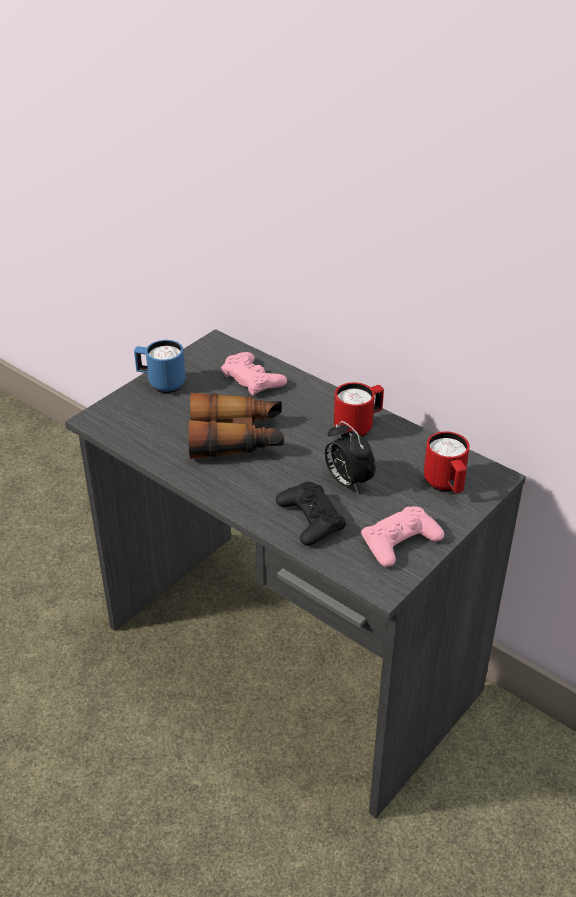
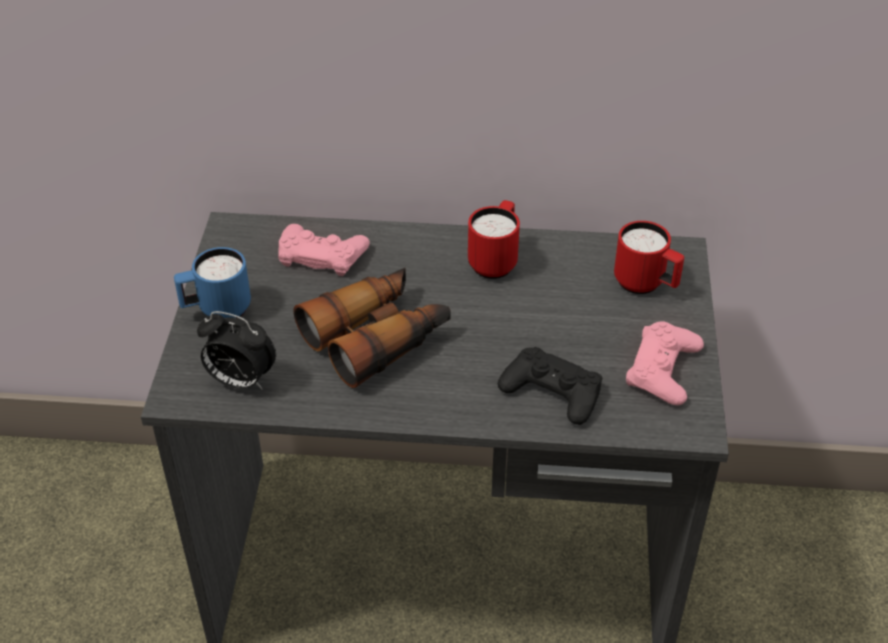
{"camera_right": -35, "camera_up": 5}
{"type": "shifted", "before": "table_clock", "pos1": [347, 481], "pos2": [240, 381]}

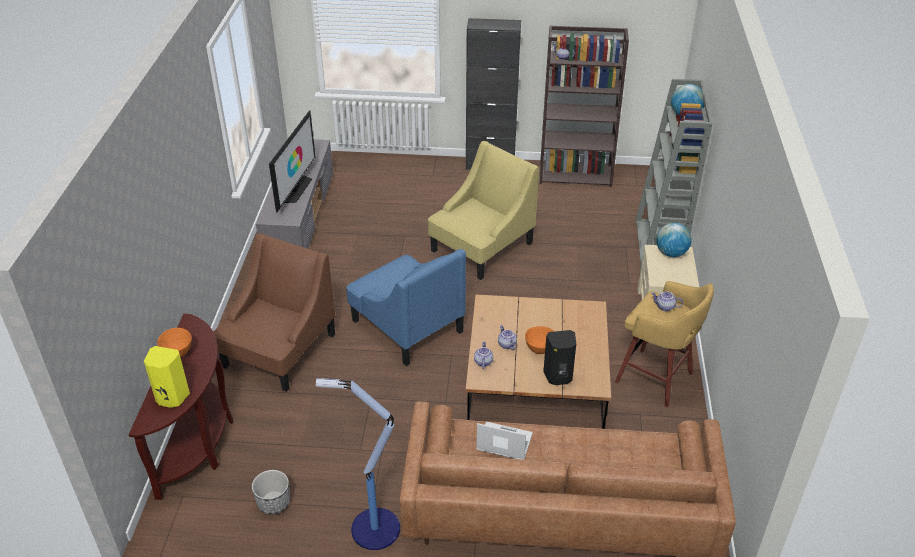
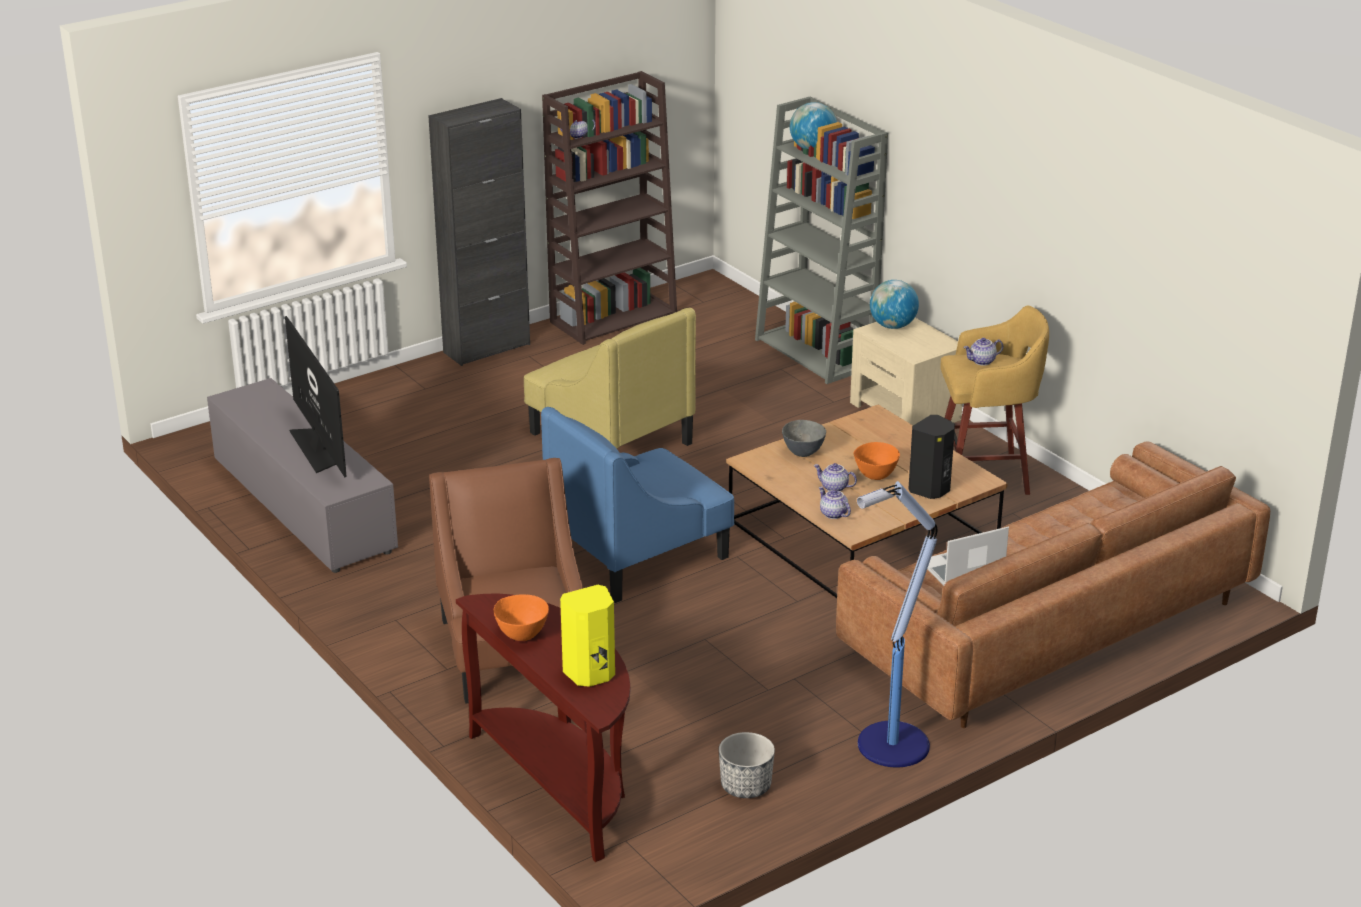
{"camera_right": -40, "camera_up": -10}
{"type": "rotated", "before": "yellow-coloured_easy_chair", "pos1": [481, 247], "pos2": [610, 438], "turn": 135}
{"type": "rotated", "before": "bluish_easy_chair", "pos1": [406, 325], "pos2": [639, 553], "turn": 135}
{"type": "new", "after": "grey_bowl", "pos2": [802, 453]}

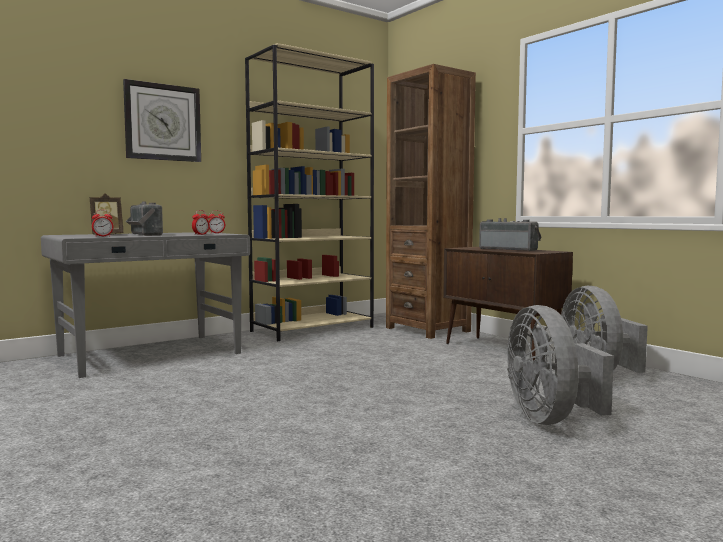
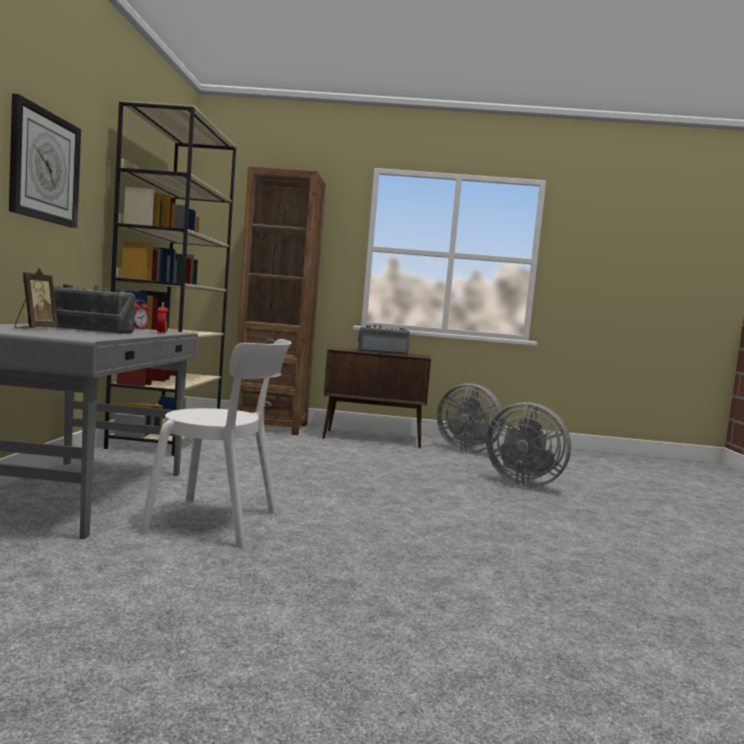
{"camera_right": -50, "camera_up": 0}
{"type": "gone", "before": "table_clock", "pos1": [103, 236]}
{"type": "new", "after": "white_plain_chair", "pos2": [220, 523]}

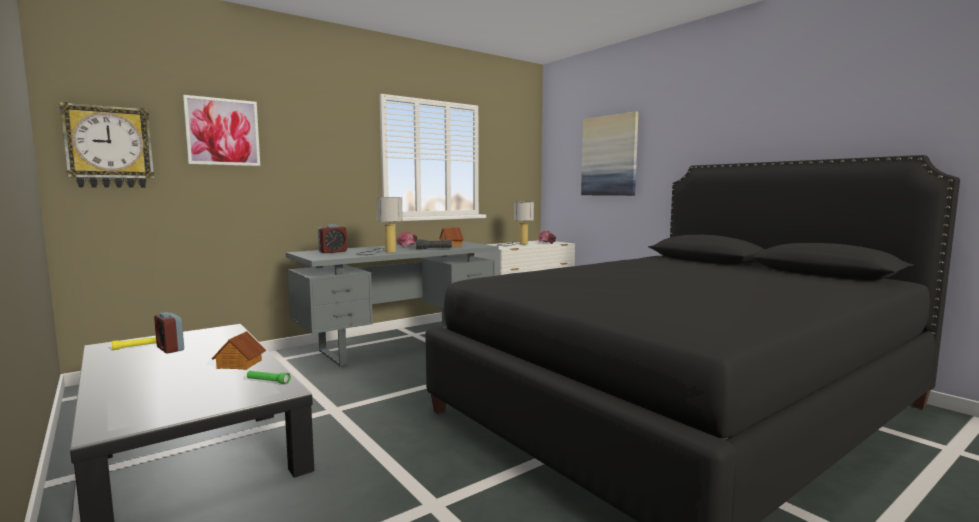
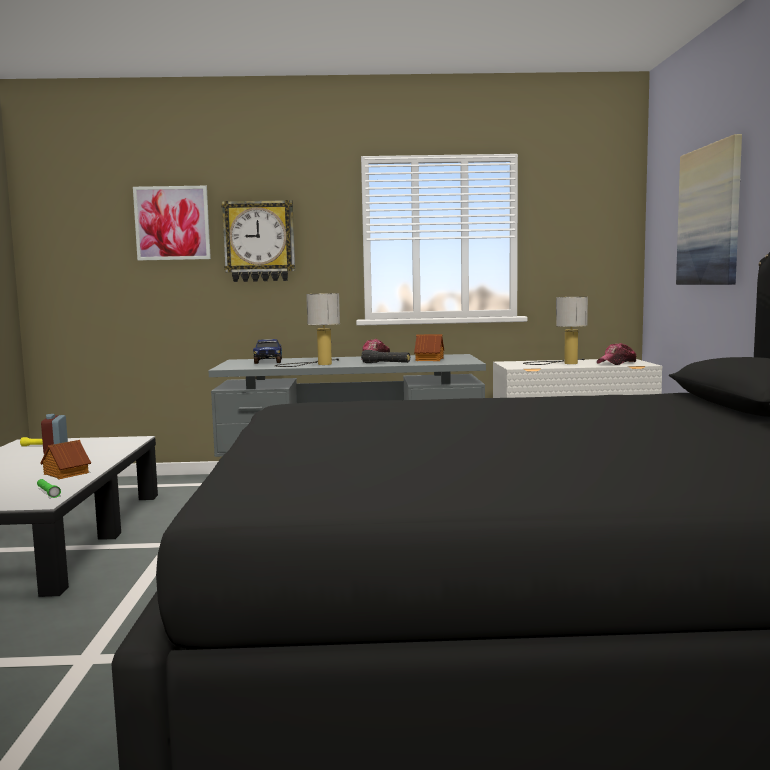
{"camera_right": 35, "camera_up": 0}
{"type": "shifted", "before": "clock_on_the_wall", "pos1": [109, 147], "pos2": [259, 241]}
{"type": "swapped", "before": "table_clock", "after": "toy_lorry", "pos1": [333, 252], "pos2": [268, 361]}

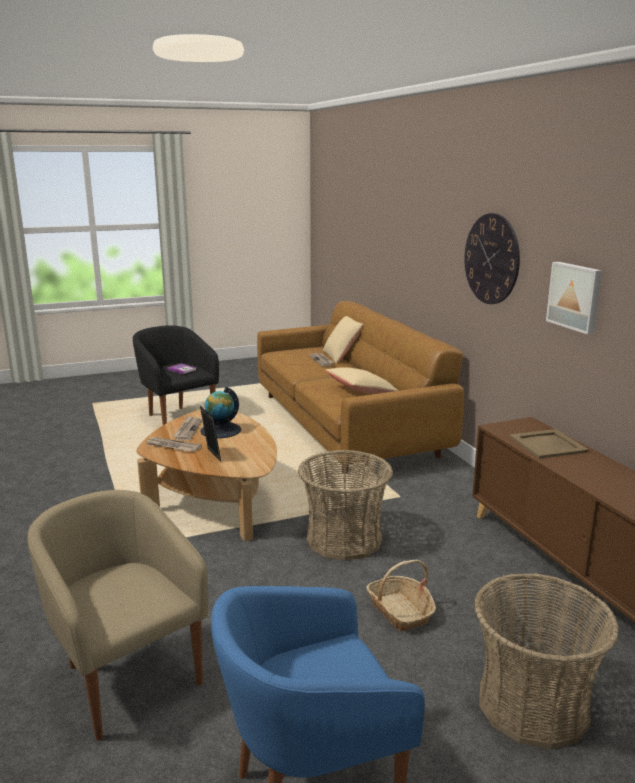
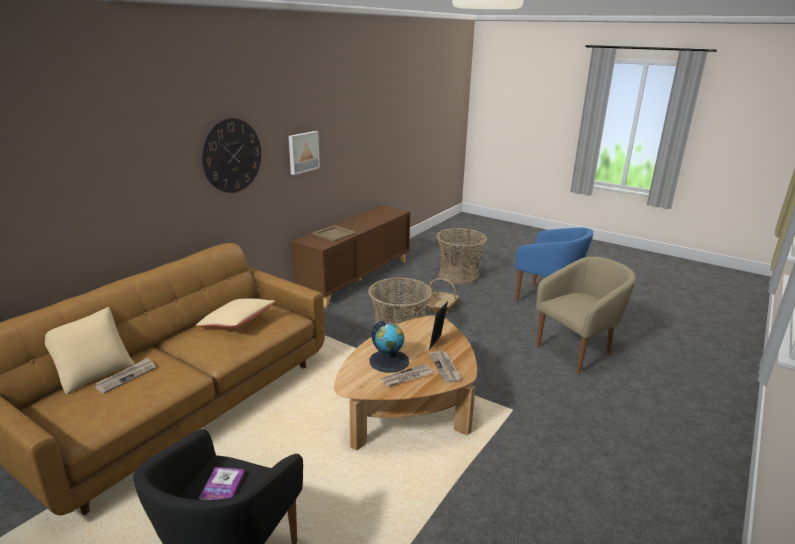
{"camera_right": -125, "camera_up": 5}
{"type": "rotated", "before": "sand-coloured_easy_chair", "pos1": [125, 678], "pos2": [577, 351], "turn": -135}

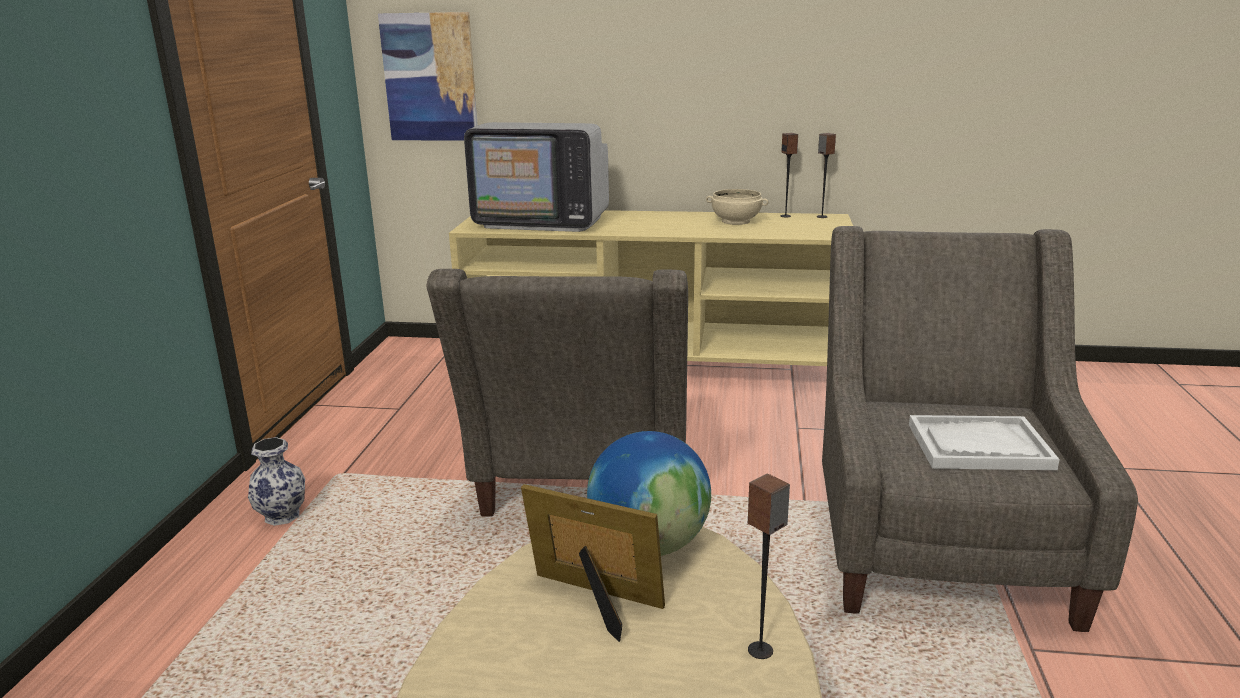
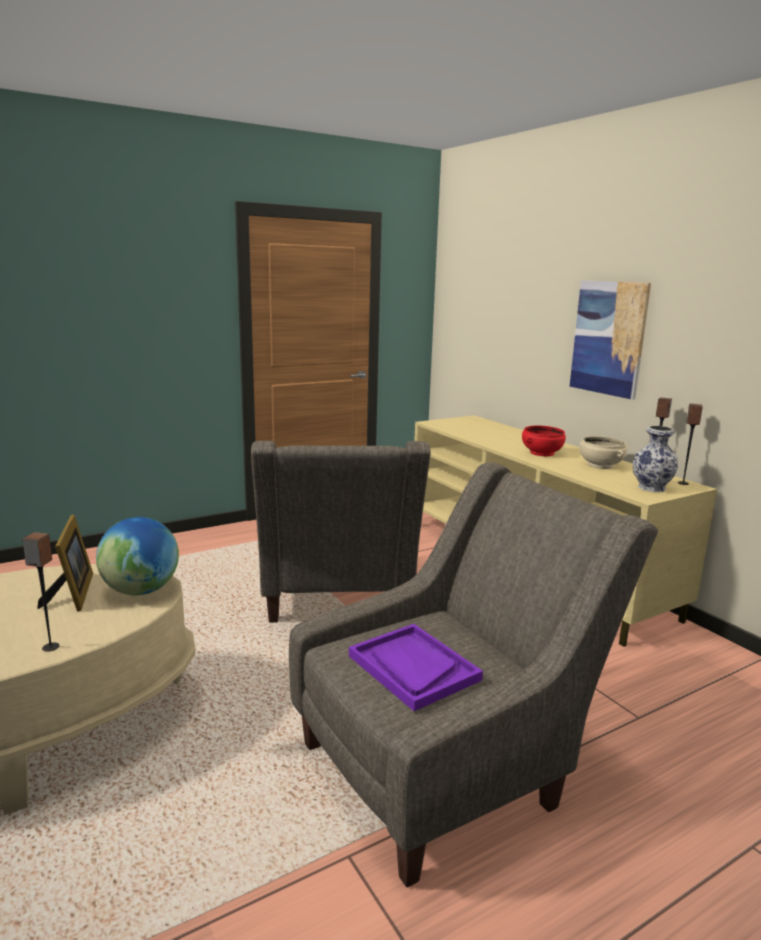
{"camera_right": 50, "camera_up": -5}
{"type": "shifted", "before": "picture", "pos1": [430, 77], "pos2": [608, 338]}
{"type": "gone", "before": "TV", "pos1": [542, 222]}
{"type": "rotated", "before": "grey_easy_chair", "pos1": [581, 491], "pos2": [336, 603], "turn": -60}
{"type": "repainted", "before": "white_tray", "after": "purplish_tray", "pos1": [978, 446], "pos2": [413, 668]}
{"type": "shifted", "before": "vase", "pos1": [283, 515], "pos2": [652, 488]}
{"type": "new", "after": "red-coloured_bowl", "pos2": [541, 453]}

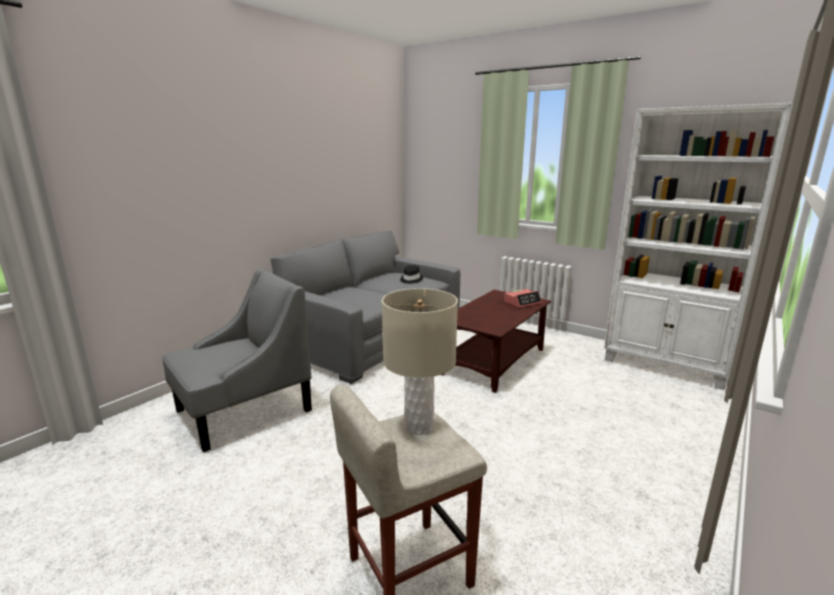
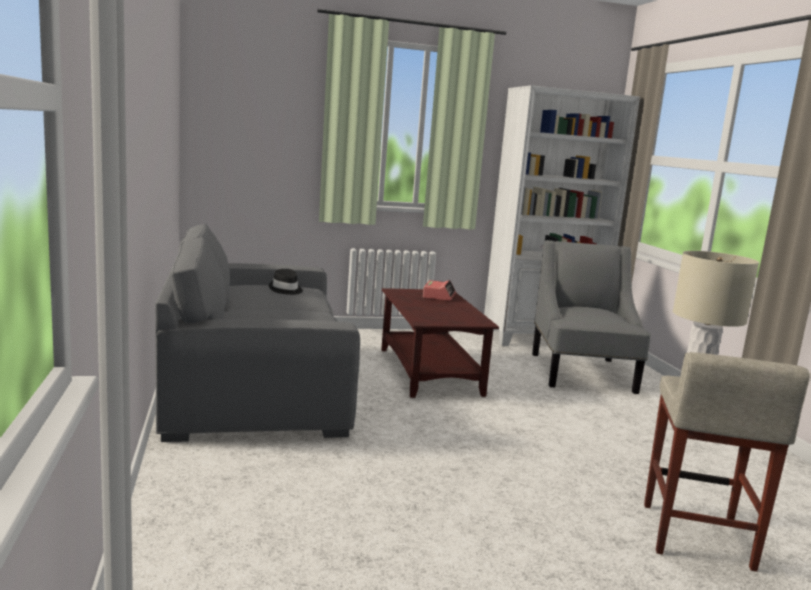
{"camera_right": -50, "camera_up": -5}
{"type": "shifted", "before": "grey_easy_chair", "pos1": [243, 410], "pos2": [582, 372]}

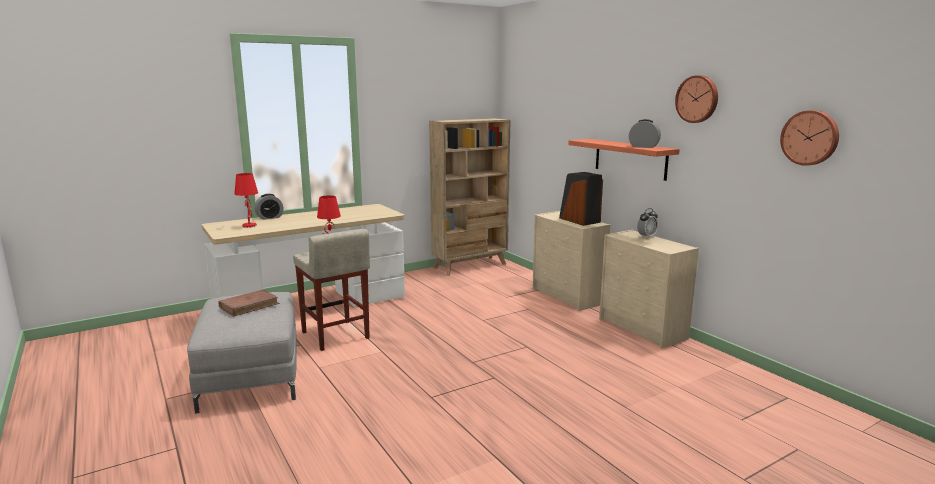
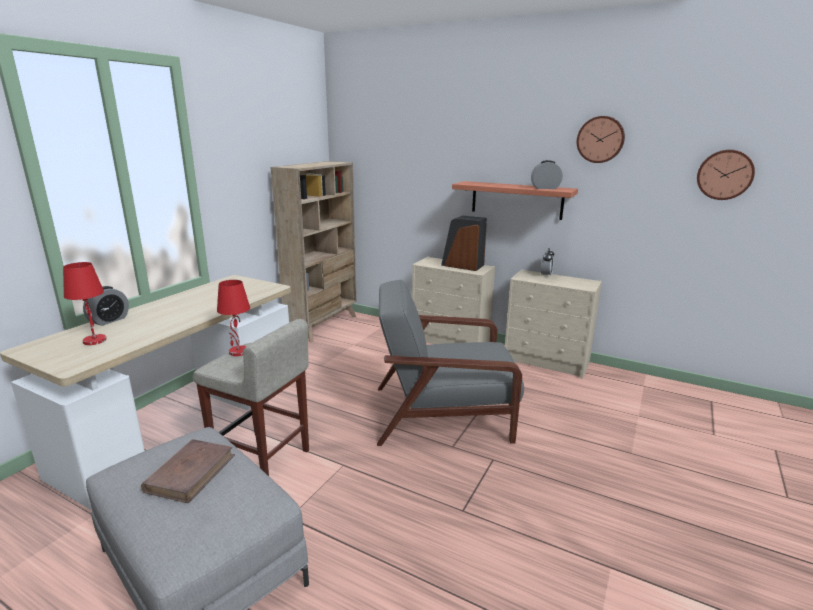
{"camera_right": -30, "camera_up": 5}
{"type": "new", "after": "grey_easy_chair", "pos2": [444, 413]}

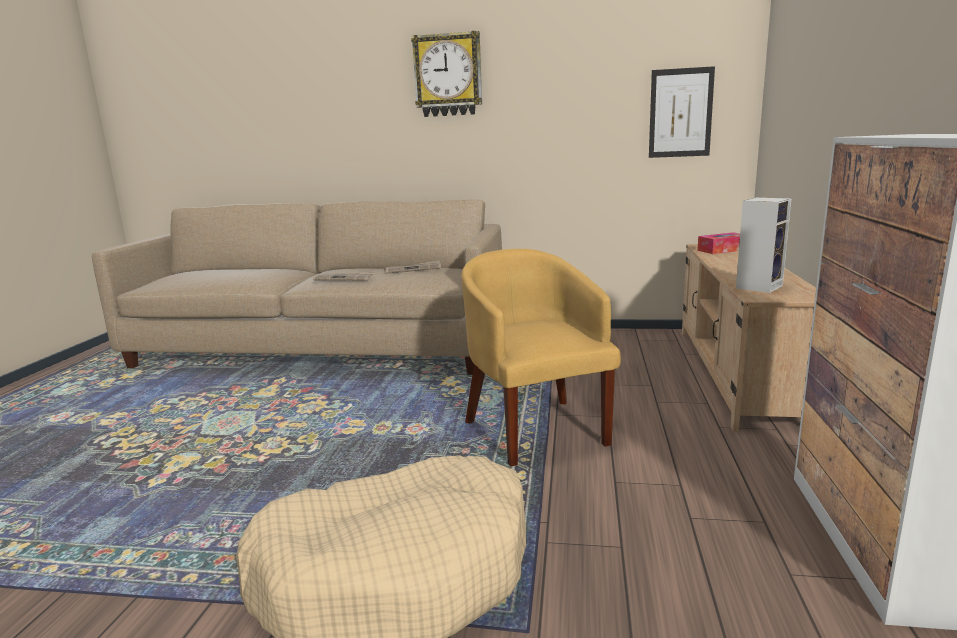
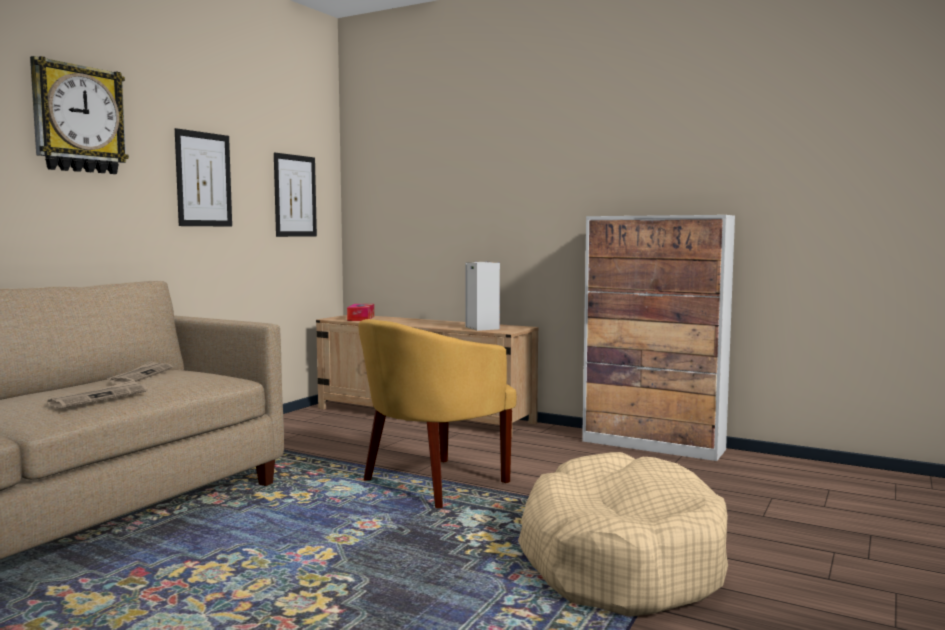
{"camera_right": -70, "camera_up": -10}
{"type": "rotated", "before": "yellow-coloured_easy_chair", "pos1": [534, 429], "pos2": [433, 483], "turn": -45}
{"type": "new", "after": "picture", "pos2": [203, 179]}

